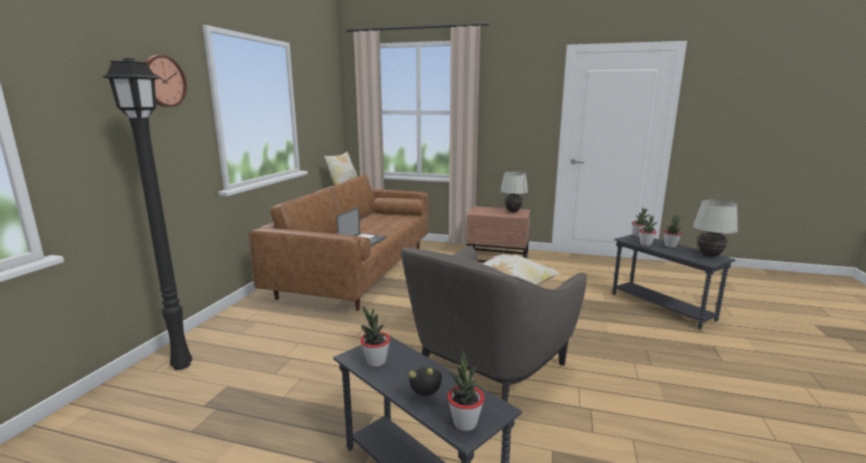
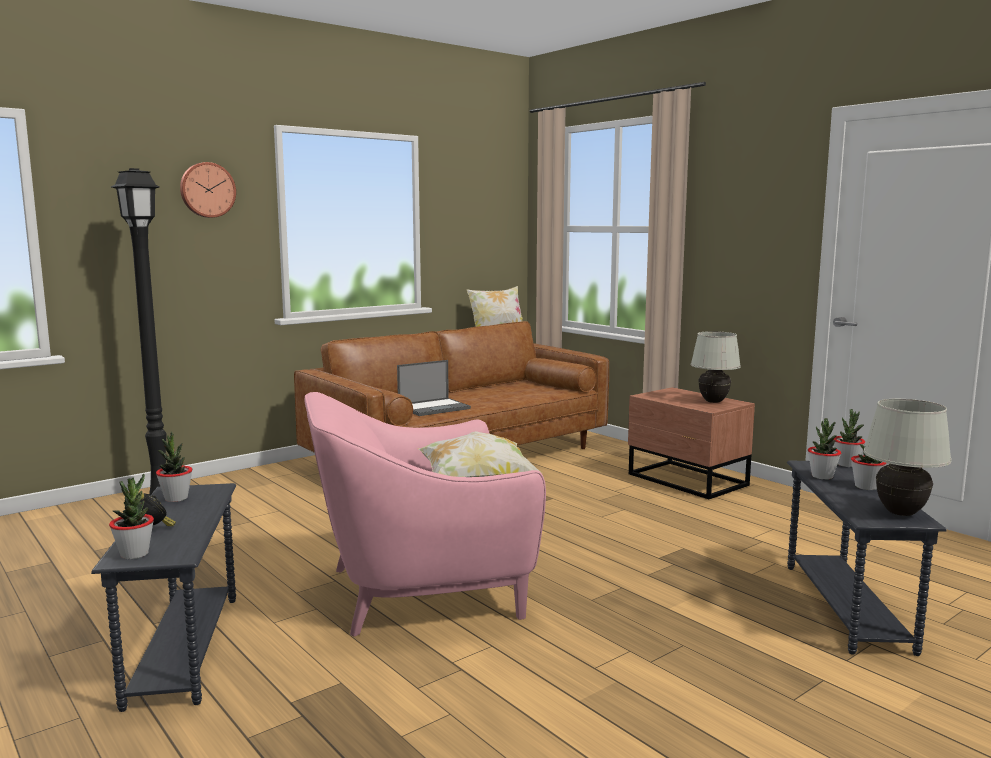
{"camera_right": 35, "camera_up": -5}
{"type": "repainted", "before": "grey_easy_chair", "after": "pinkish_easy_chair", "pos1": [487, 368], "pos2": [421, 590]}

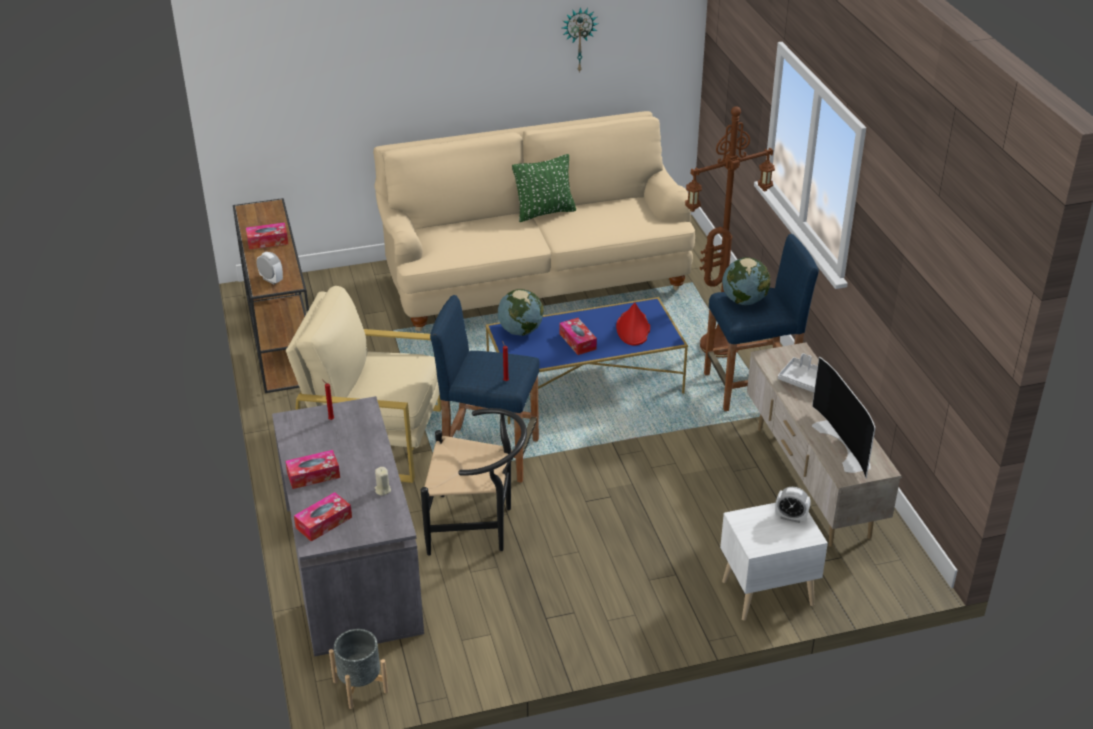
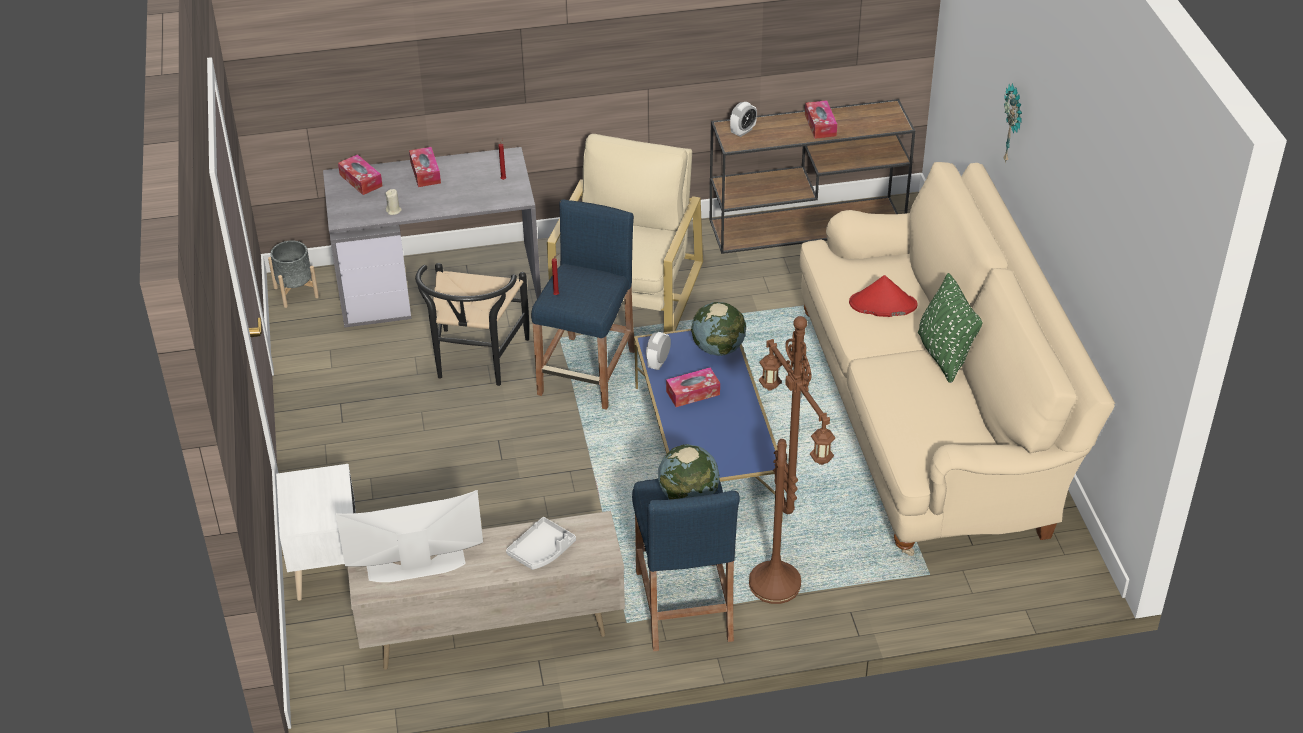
{"camera_right": 95, "camera_up": 5}
{"type": "shifted", "before": "clock_on_the_wall", "pos1": [579, 39], "pos2": [1014, 125]}
{"type": "shifted", "before": "red-coloured_hat", "pos1": [633, 329], "pos2": [882, 304]}
{"type": "shifted", "before": "table_clock", "pos1": [791, 517], "pos2": [658, 363]}

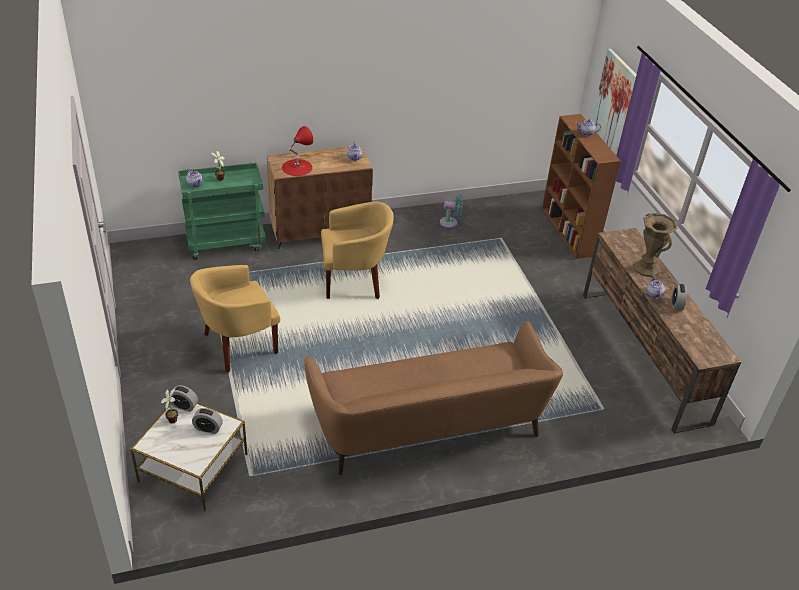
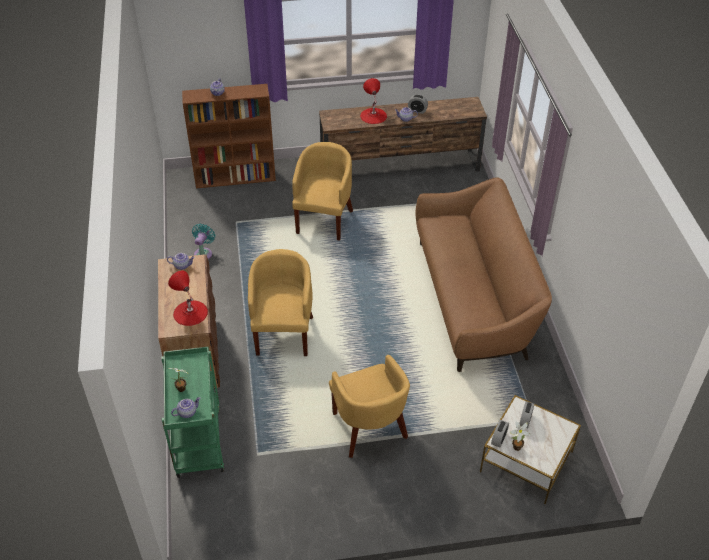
{"camera_right": -80, "camera_up": 5}
{"type": "gone", "before": "picture", "pos1": [614, 106]}
{"type": "swapped", "before": "brown-coloured_vase", "after": "red-coloured_table_lamp", "pos1": [646, 268], "pos2": [373, 115]}
{"type": "new", "after": "yellow-coloured_easy_chair", "pos2": [324, 220]}

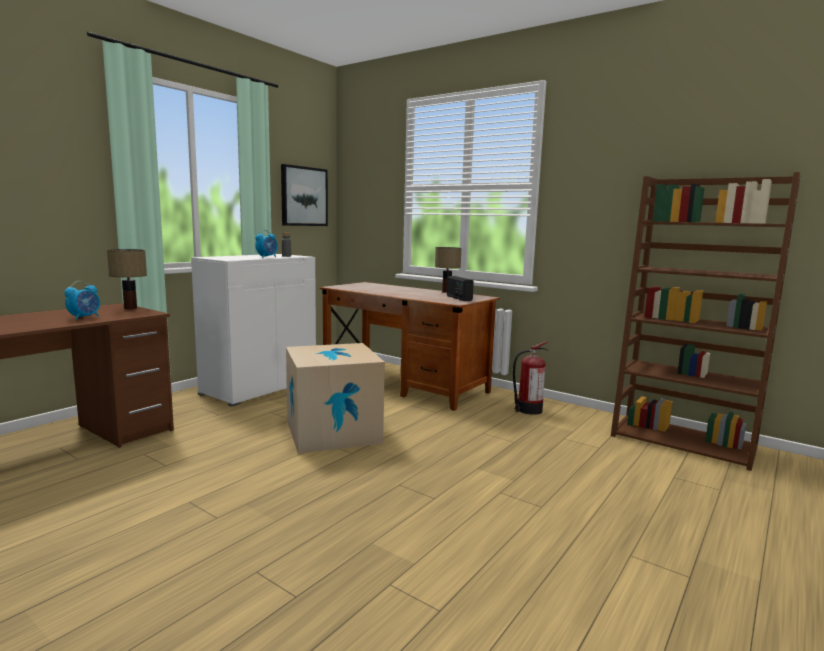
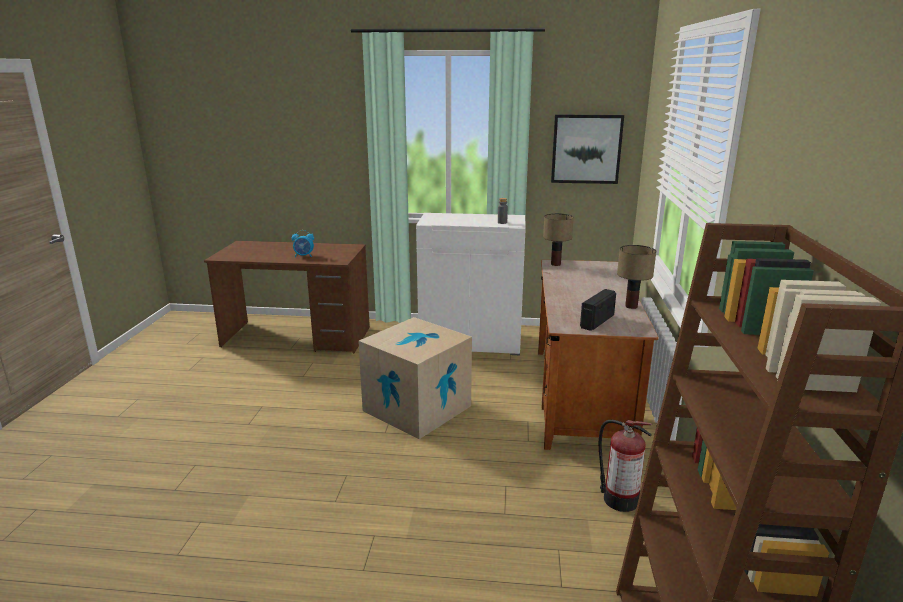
{"camera_right": 60, "camera_up": 10}
{"type": "gone", "before": "table_clock", "pos1": [267, 257]}
{"type": "shifted", "before": "table_lamp", "pos1": [130, 308], "pos2": [556, 264]}

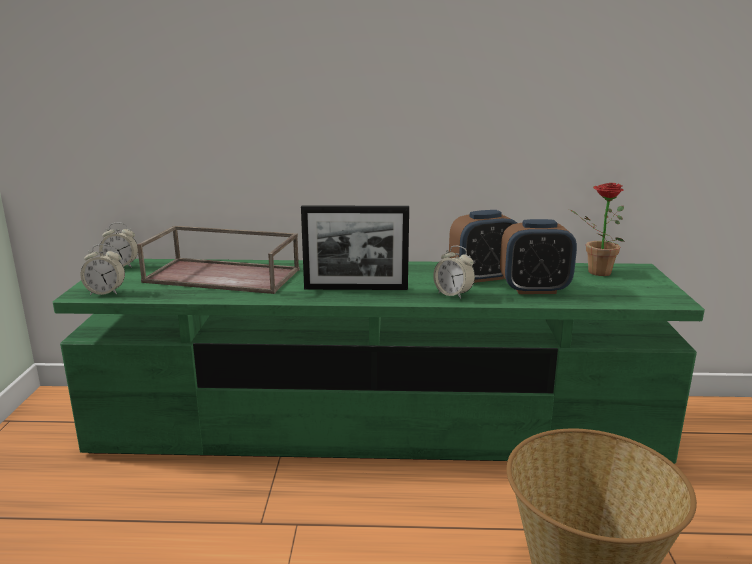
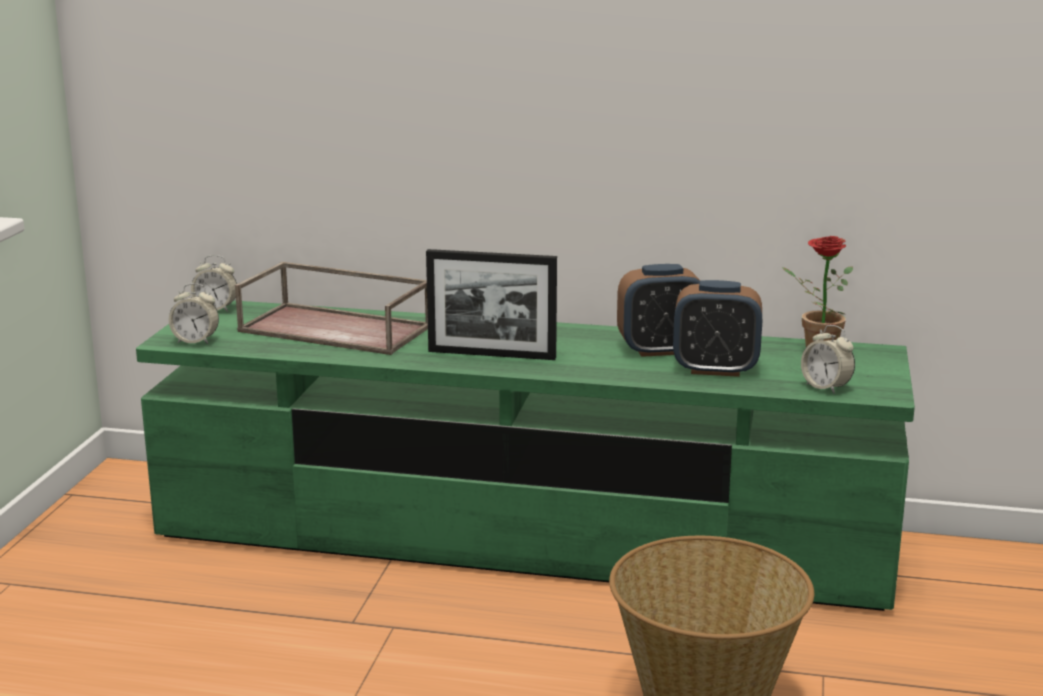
{"camera_right": 10, "camera_up": 0}
{"type": "shifted", "before": "table_clock", "pos1": [453, 294], "pos2": [826, 387]}

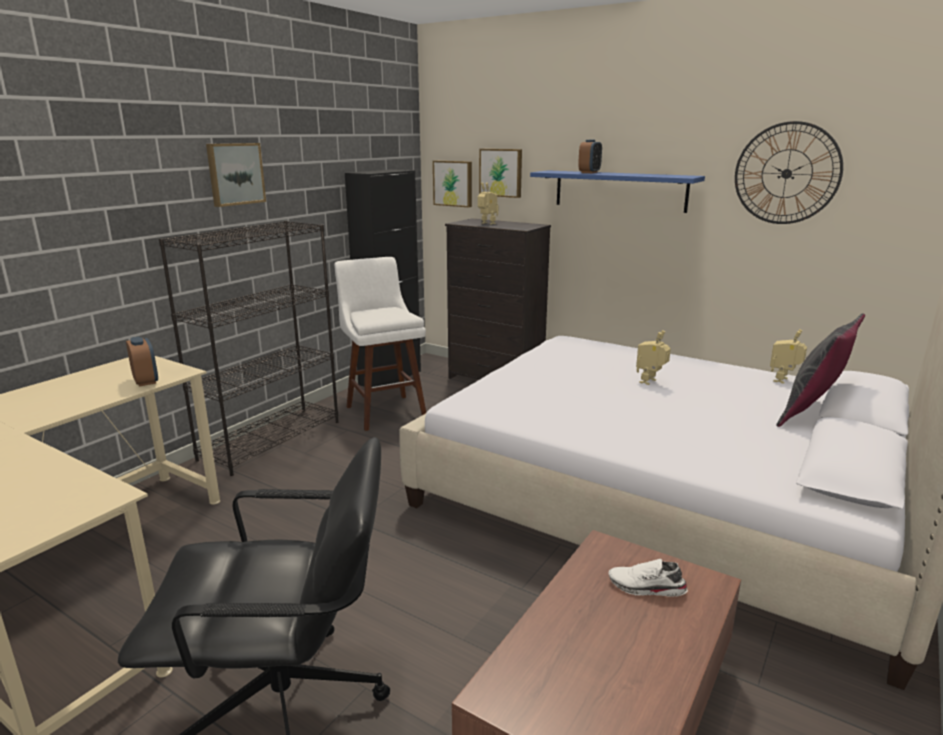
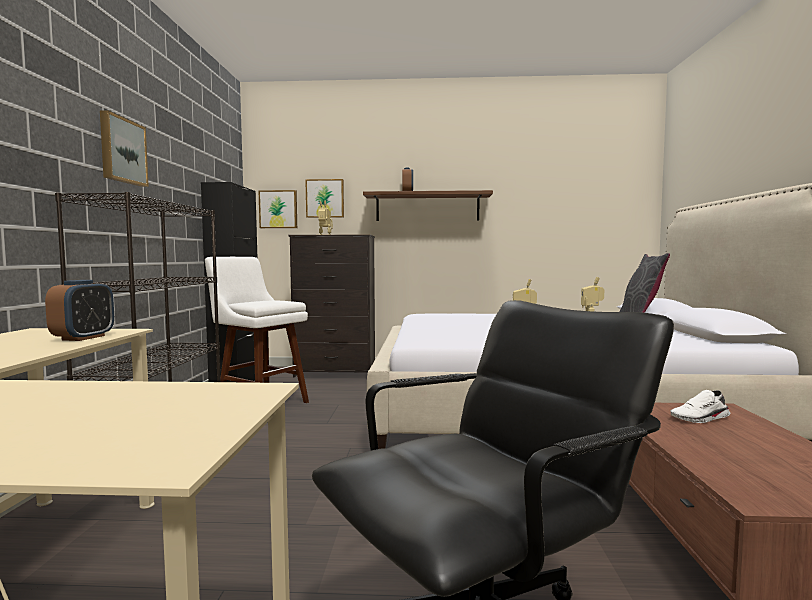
{"camera_right": -30, "camera_up": -15}
{"type": "gone", "before": "clock_on_the_wall", "pos1": [786, 173]}
{"type": "repainted", "before": "bluish_bracket_shelf", "after": "brown-coloured_bracket_shelf", "pos1": [619, 190], "pos2": [427, 207]}
{"type": "rotated", "before": "table_clock", "pos1": [146, 381], "pos2": [83, 338], "turn": 75}

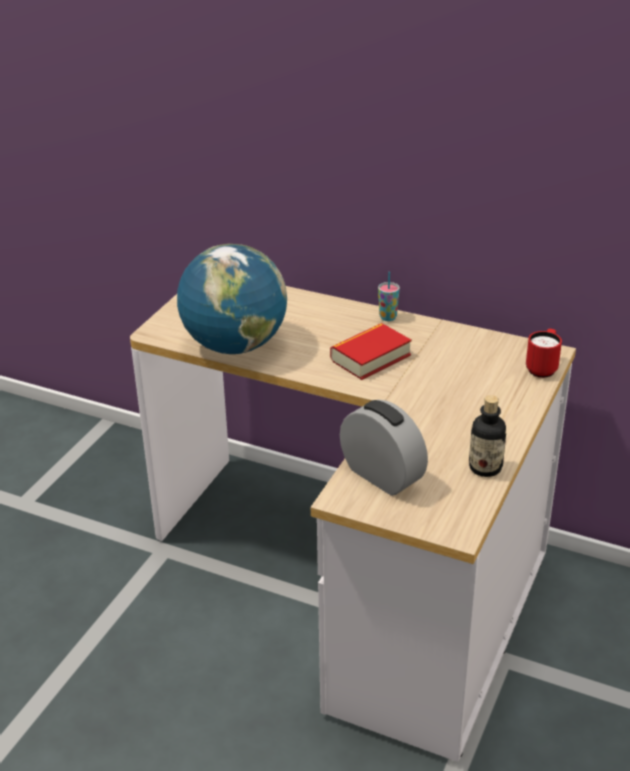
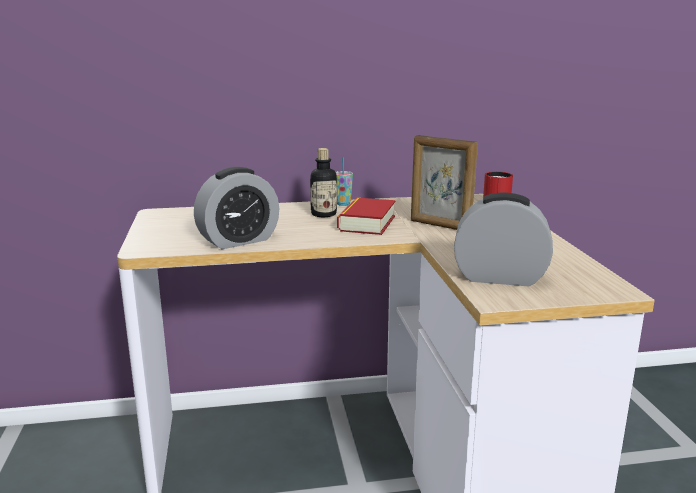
{"camera_right": -35, "camera_up": -15}
{"type": "swapped", "before": "desk_globe", "after": "table_clock", "pos1": [235, 346], "pos2": [238, 241]}
{"type": "shifted", "before": "beverage_bottle", "pos1": [485, 468], "pos2": [323, 214]}
{"type": "new", "after": "standing_frame", "pos2": [439, 225]}

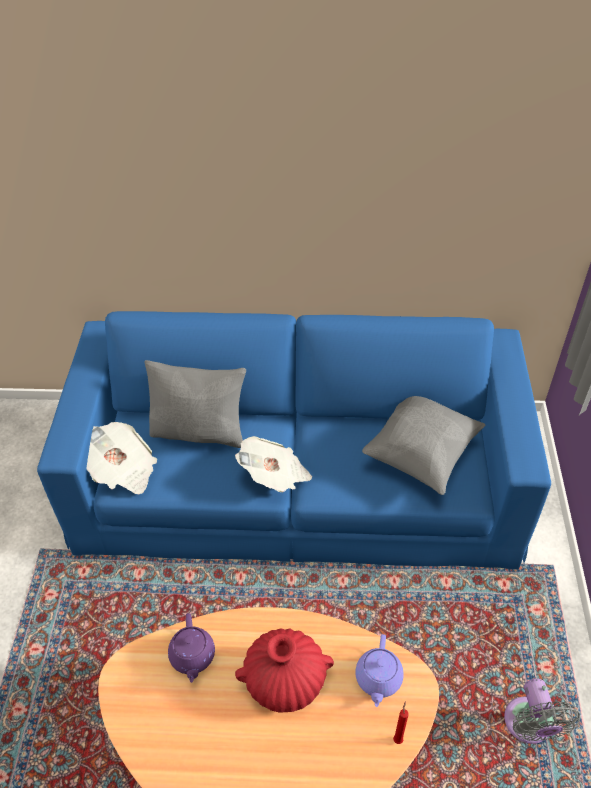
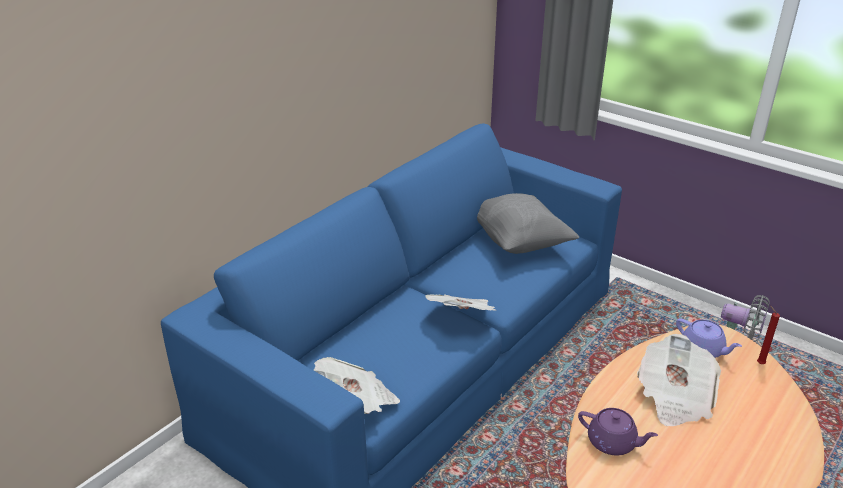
{"camera_right": -55, "camera_up": -15}
{"type": "gone", "before": "grey_cushion", "pos1": [200, 431]}
{"type": "swapped", "before": "red-coloured_vase", "after": "newspaper", "pos1": [285, 681], "pos2": [674, 398]}

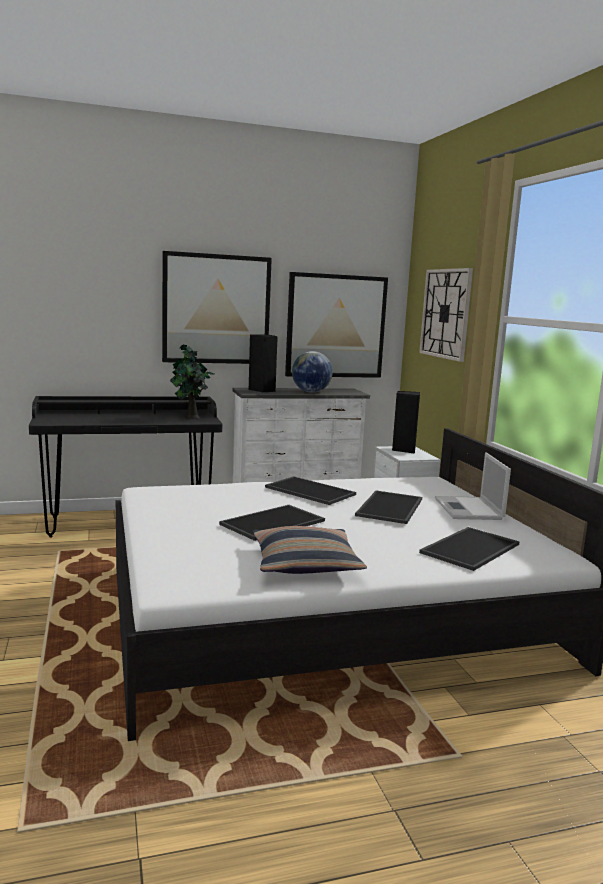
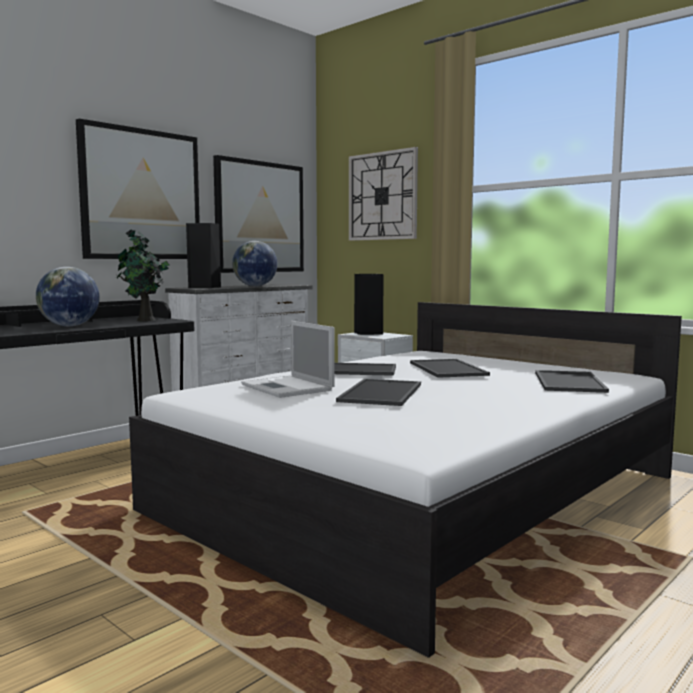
{"camera_right": -30, "camera_up": -5}
{"type": "shifted", "before": "portable_computer", "pos1": [469, 509], "pos2": [288, 388]}
{"type": "gone", "before": "cushion", "pos1": [305, 563]}
{"type": "new", "after": "desk_globe", "pos2": [69, 326]}

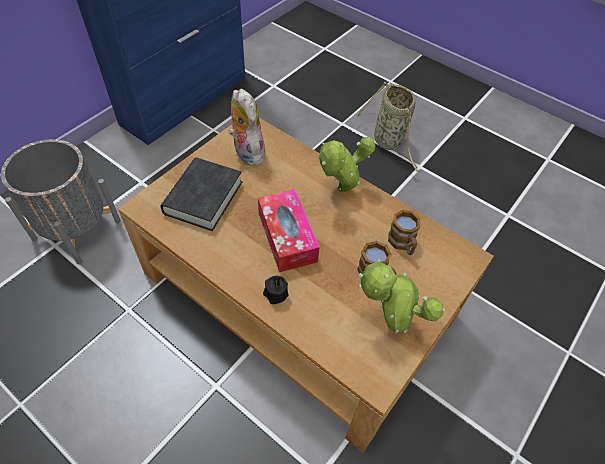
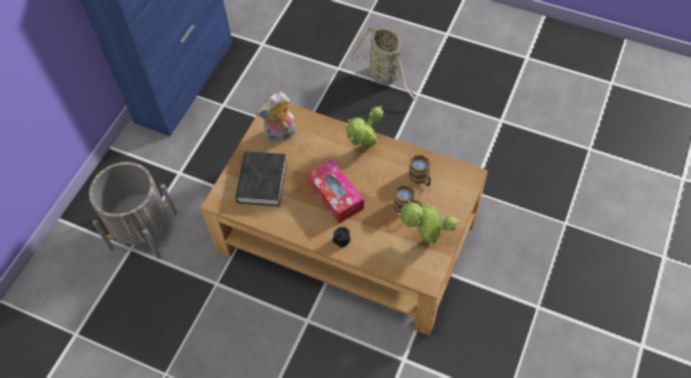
{"camera_right": -10, "camera_up": 5}
{"type": "rotated", "before": "soft_toy", "pos1": [246, 153], "pos2": [280, 135], "turn": -75}

